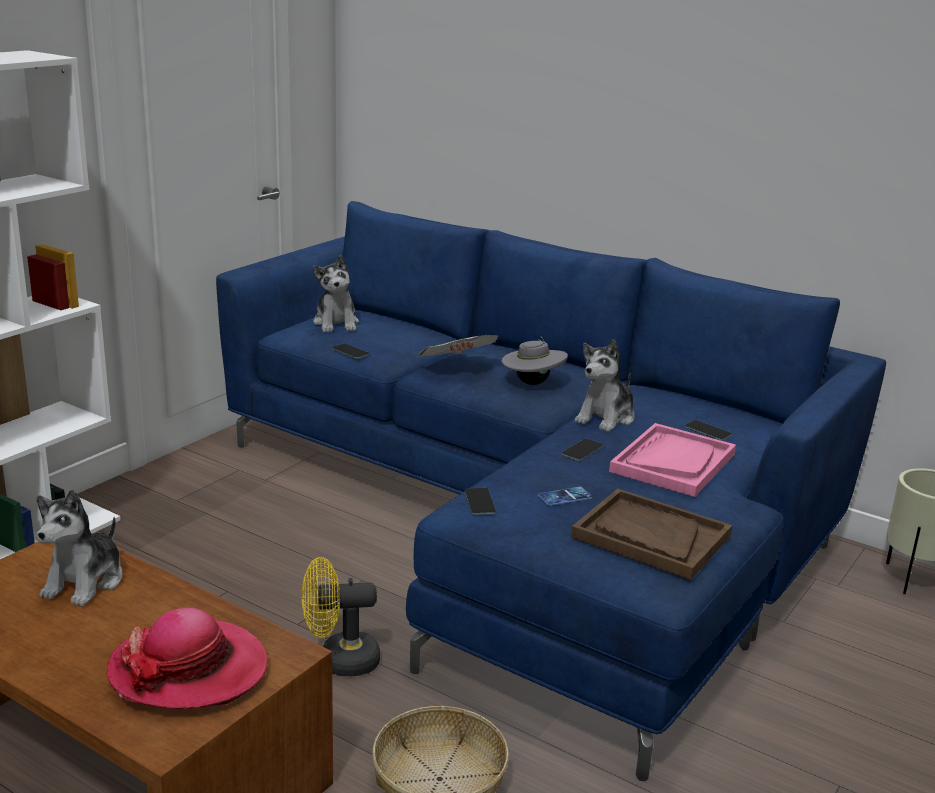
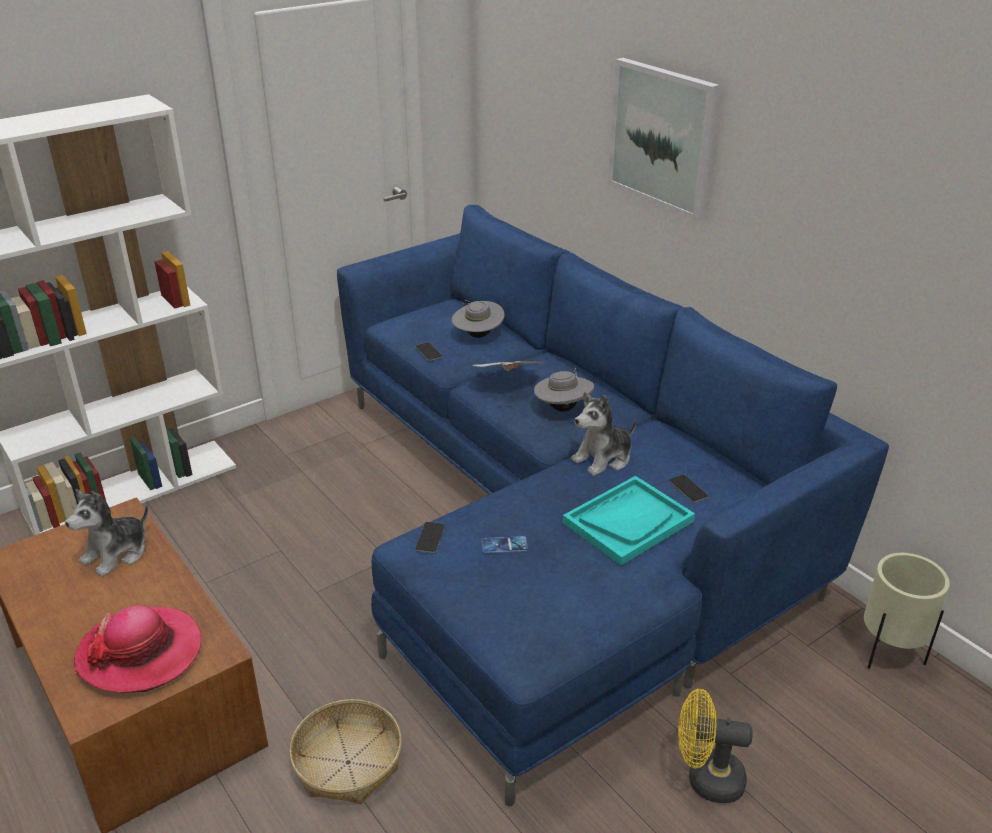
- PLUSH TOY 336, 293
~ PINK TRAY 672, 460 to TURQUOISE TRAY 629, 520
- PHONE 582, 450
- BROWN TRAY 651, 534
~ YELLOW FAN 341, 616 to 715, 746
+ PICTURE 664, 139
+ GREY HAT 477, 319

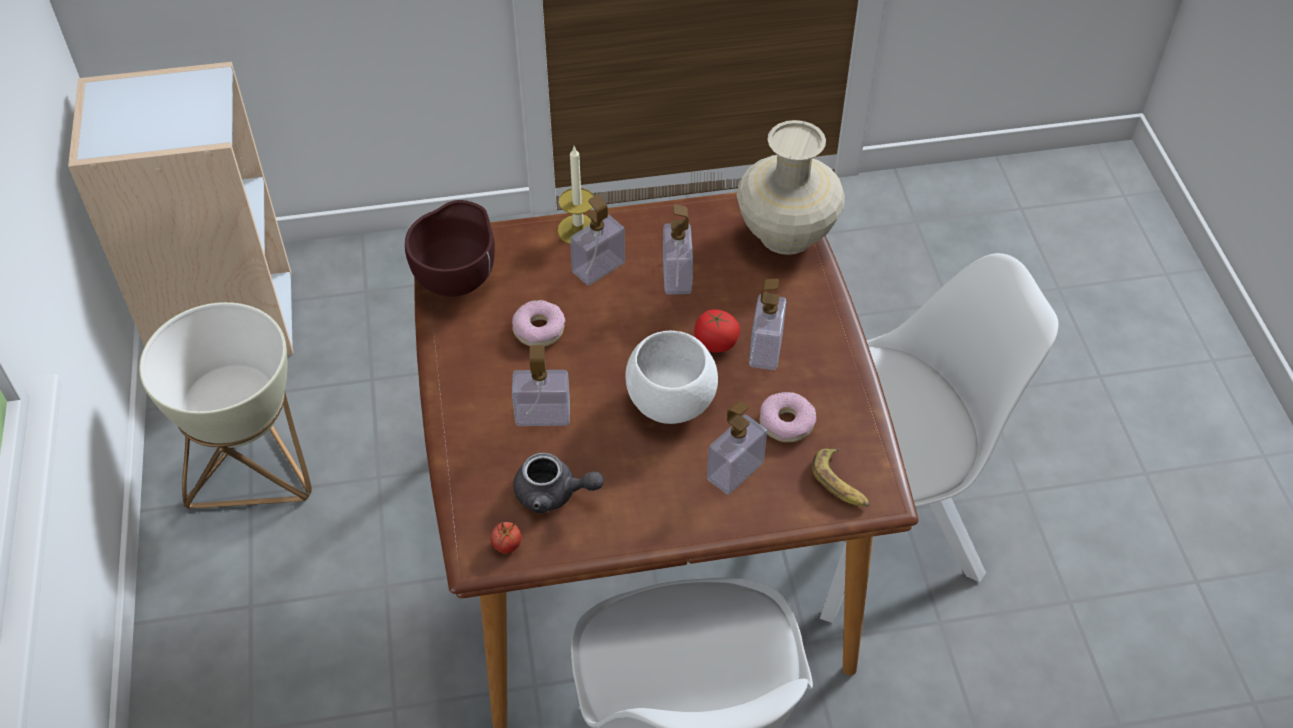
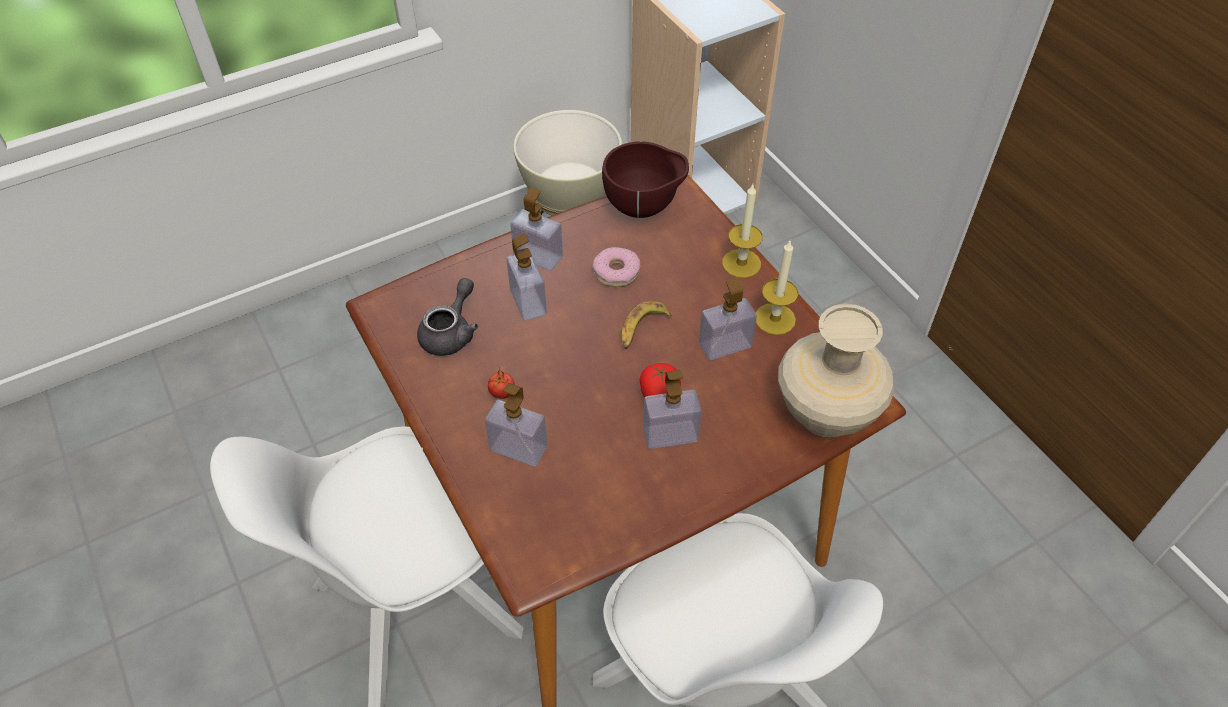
~ SOAP DISPENSER 597, 240 to 536, 229
- WHITE BOWL 672, 377
- DONUT 788, 417
~ BANANA 841, 477 to 646, 325
~ GREY TEAPOT 558, 483 = 448, 317 150 degrees counterclockwise
~ TOMATO 506, 537 to 501, 383
+ CANDLE 777, 288

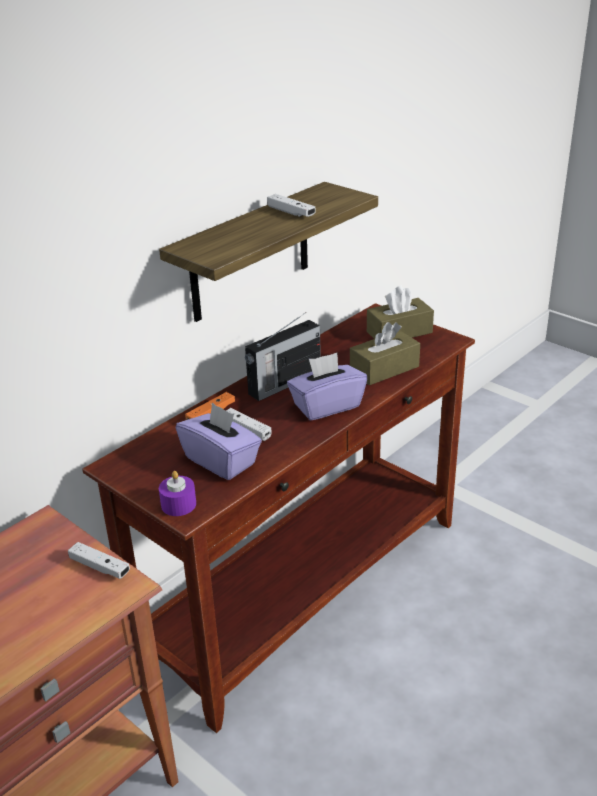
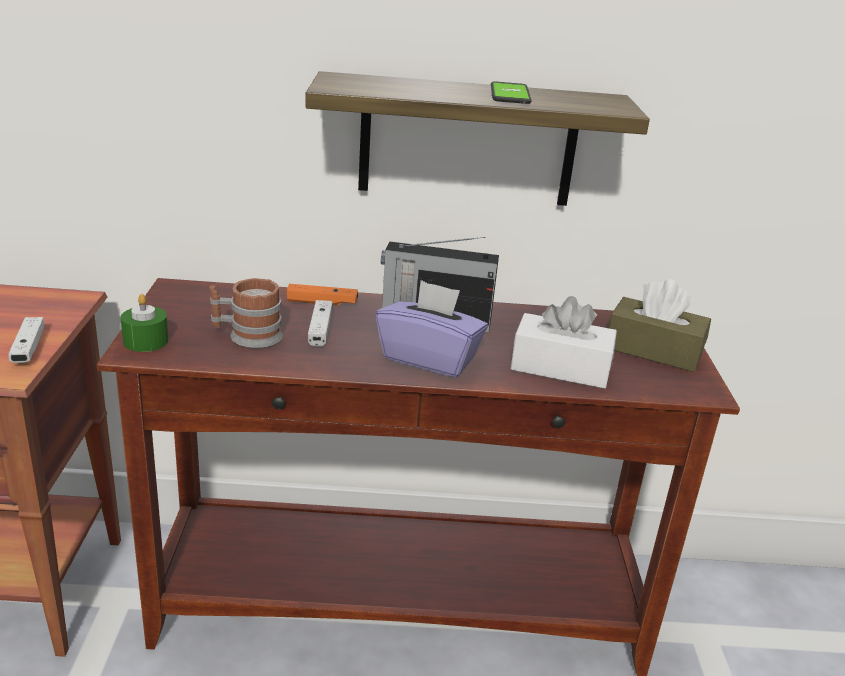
~ WHITE GAME CONTROLLER 291, 205 to PHONE 511, 92
~ BROWN TISSUE BOX 385, 353 to WHITE TISSUE BOX 564, 342
~ PURPLE TISSUE BOX 219, 441 to MUG 246, 313
~ PURPLE CANDLE 177, 493 to GREEN CANDLE 144, 323

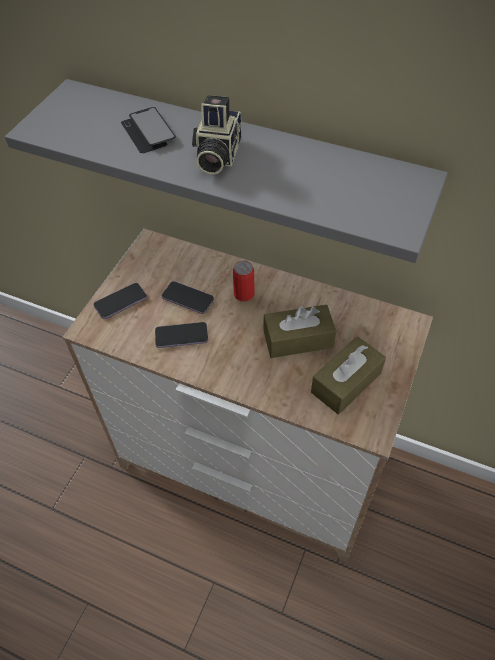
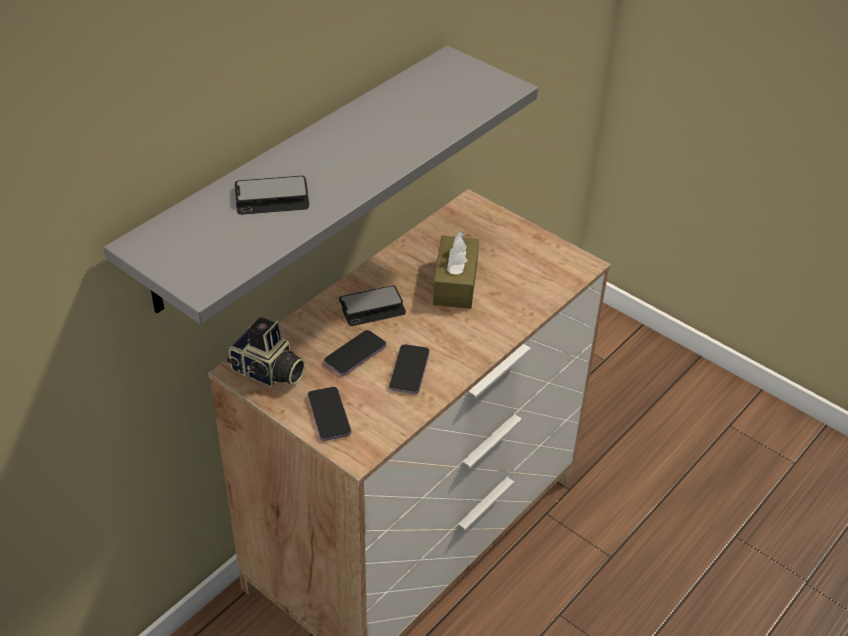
~ PHOTO CAMERA 216, 135 to 266, 352
~ CAN 243, 281 to PHONE 372, 305
- BROWN TISSUE BOX 348, 375

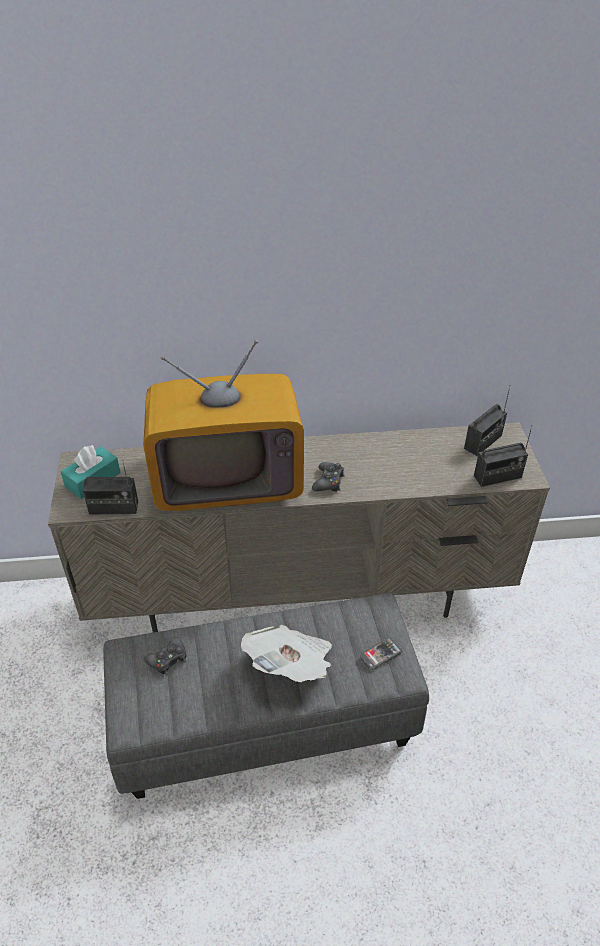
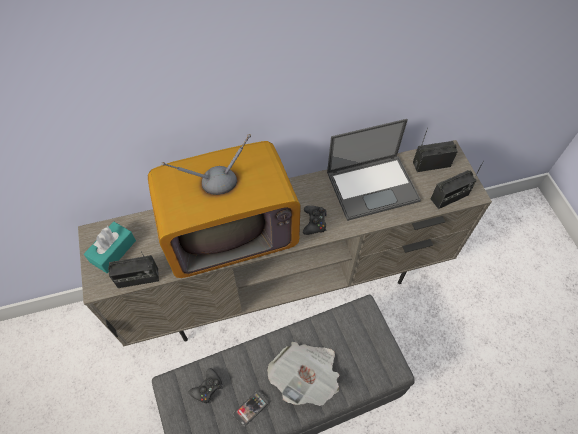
~ RADIO 487, 421 = 435, 150 135 degrees counterclockwise
~ PHONE 381, 653 to 250, 409
+ LAPTOP 374, 170

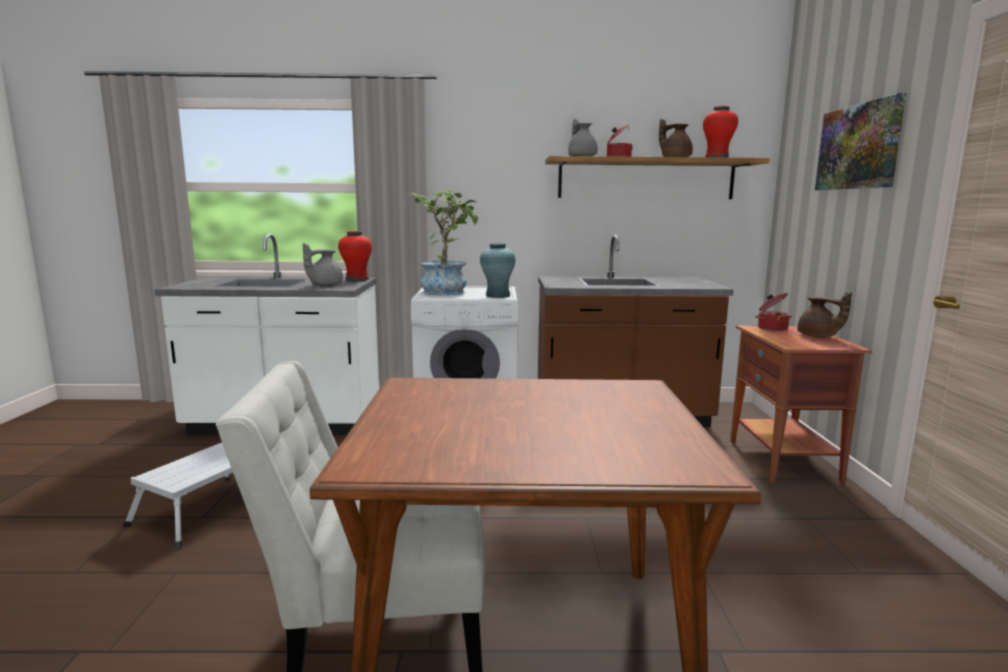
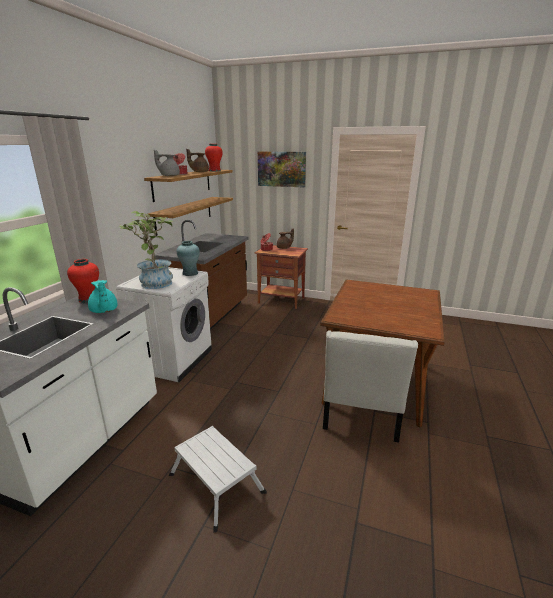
~ GREY TEAPOT 323, 264 to TURQUOISE TEAPOT 102, 296
+ SHELF 190, 216

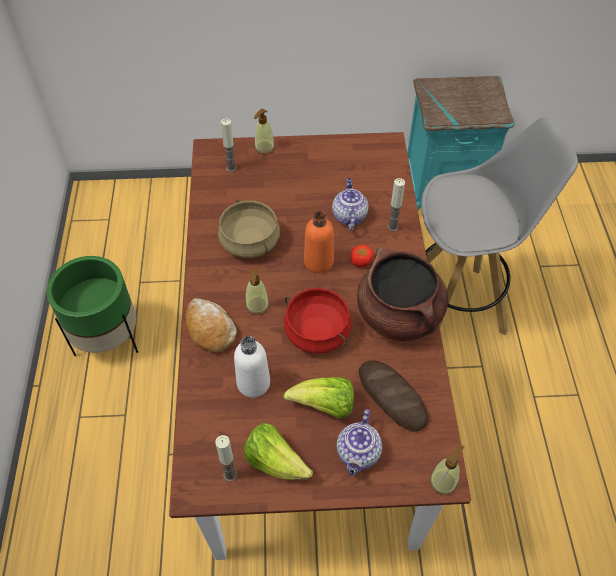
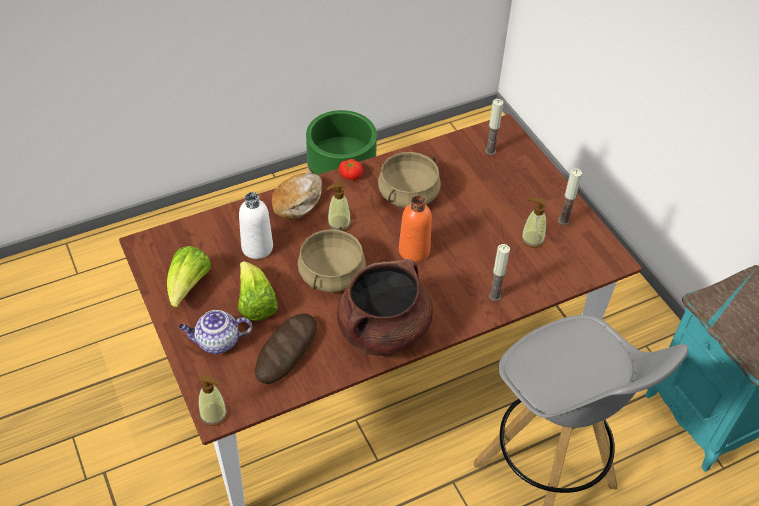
~ SOAP DISPENSER 264, 131 to 534, 223
- TEAPOT 350, 204
~ TOMATO 362, 256 to 351, 169
~ RED COOKING POT 318, 321 to BEIGE COOKING POT 332, 259
~ CANDLE 226, 458 to 570, 196

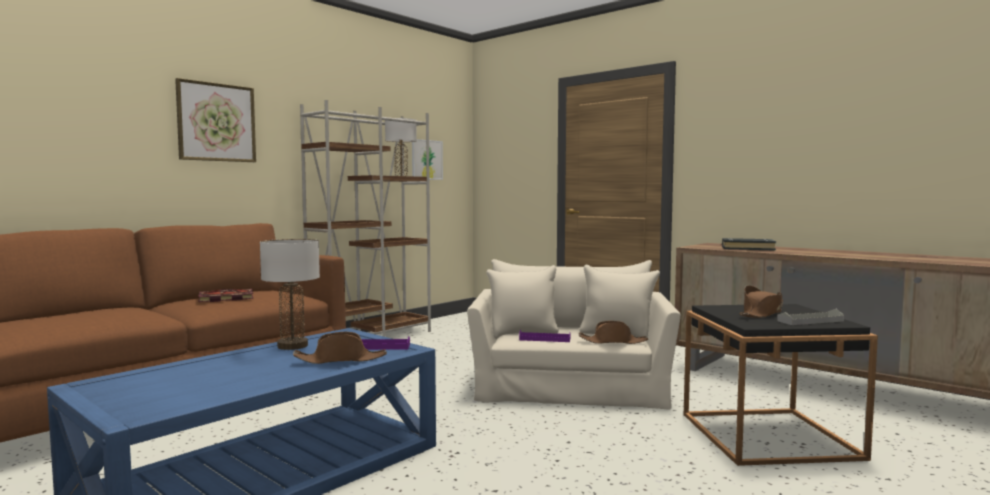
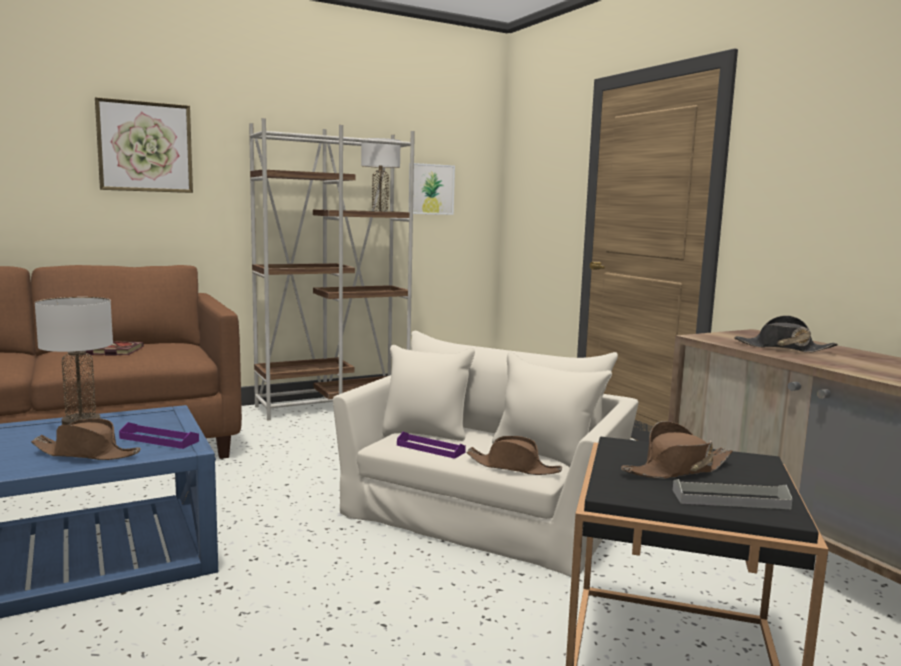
~ BLACK BOOK 749, 244 to BLACK HAT 786, 334

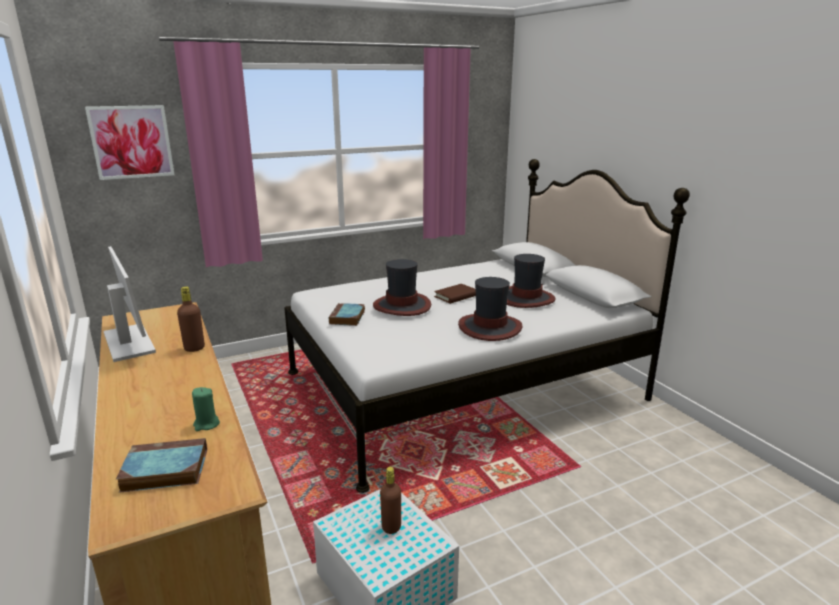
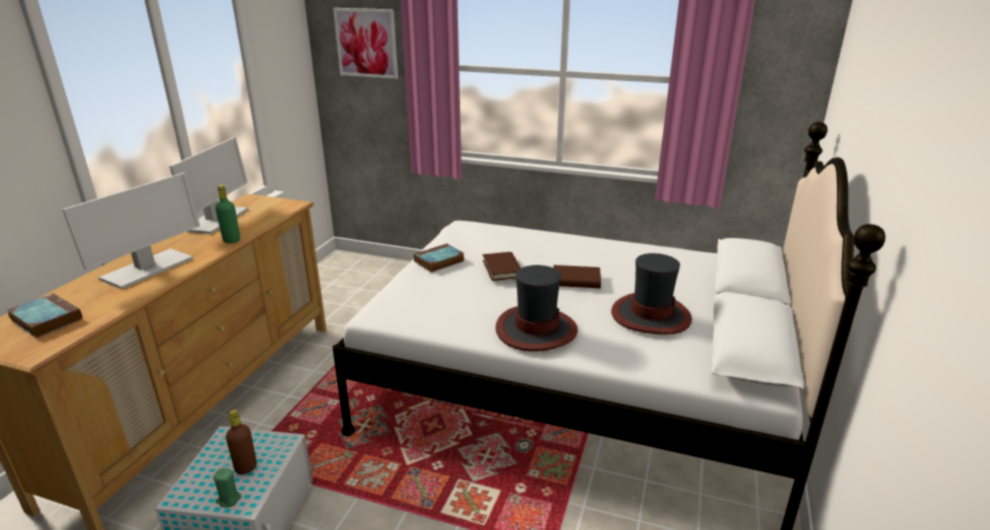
~ HAT 402, 287 to BROWN BOOK 502, 266
~ BROWN BOTTLE 191, 319 to GREEN BOTTLE 227, 214
~ GREEN CANDLE 206, 409 to 227, 488
+ MONITOR 131, 231

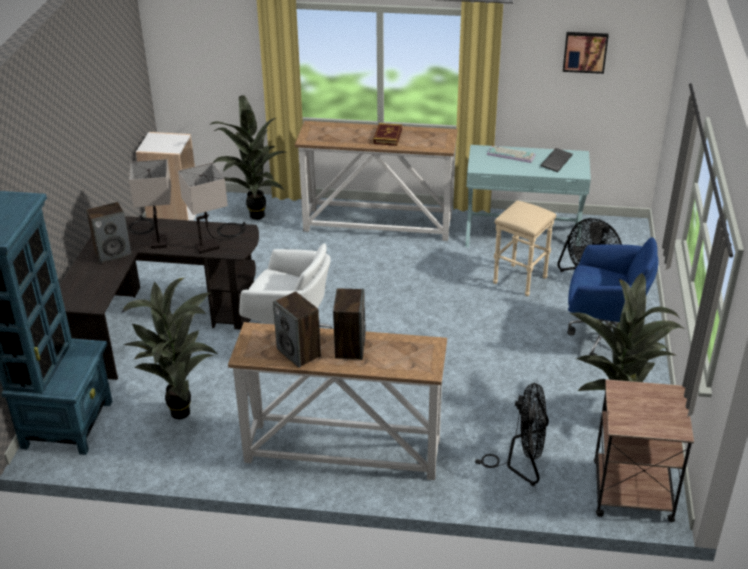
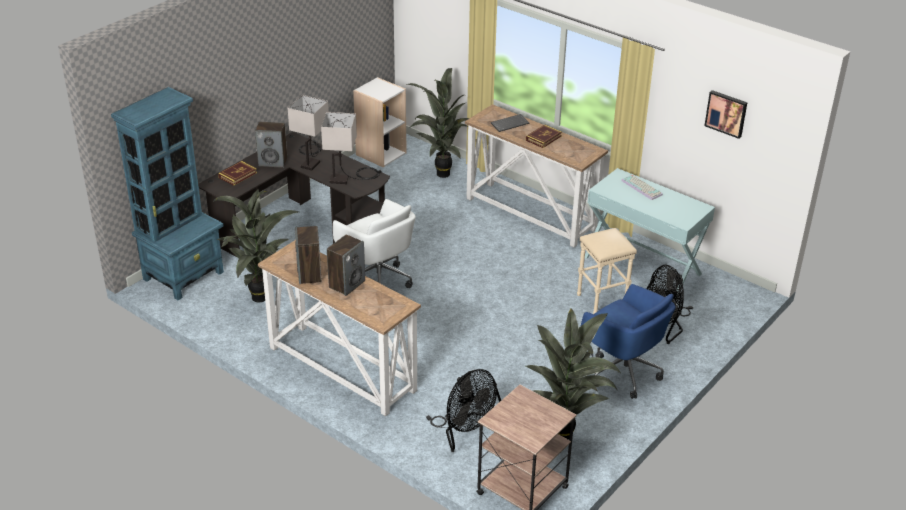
~ KEYBOARD 556, 160 to 510, 123
+ BOOK 237, 173

